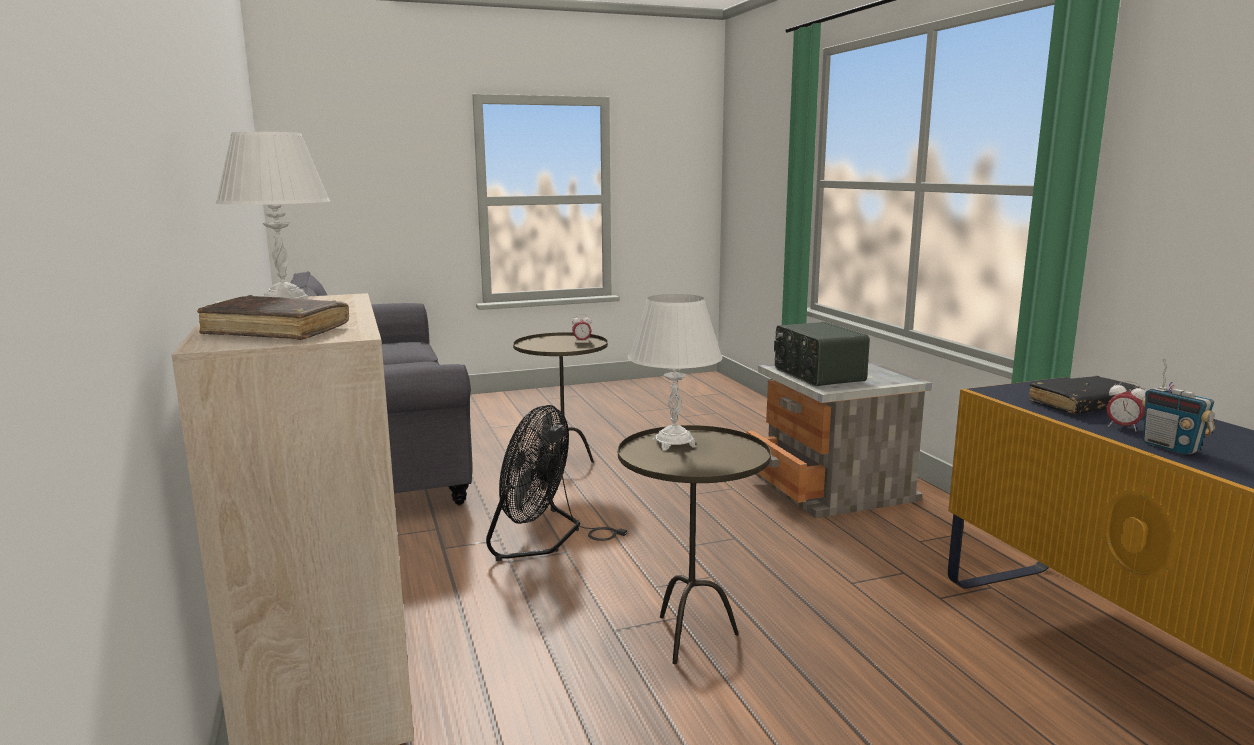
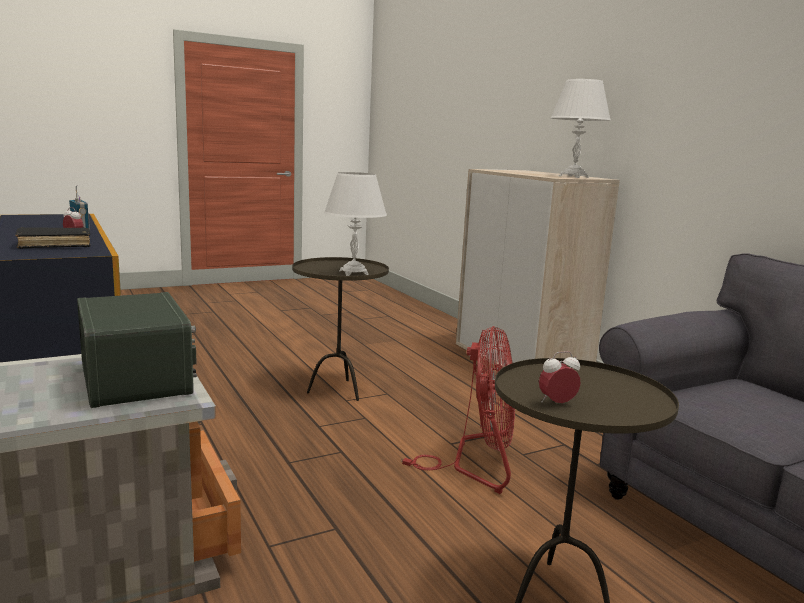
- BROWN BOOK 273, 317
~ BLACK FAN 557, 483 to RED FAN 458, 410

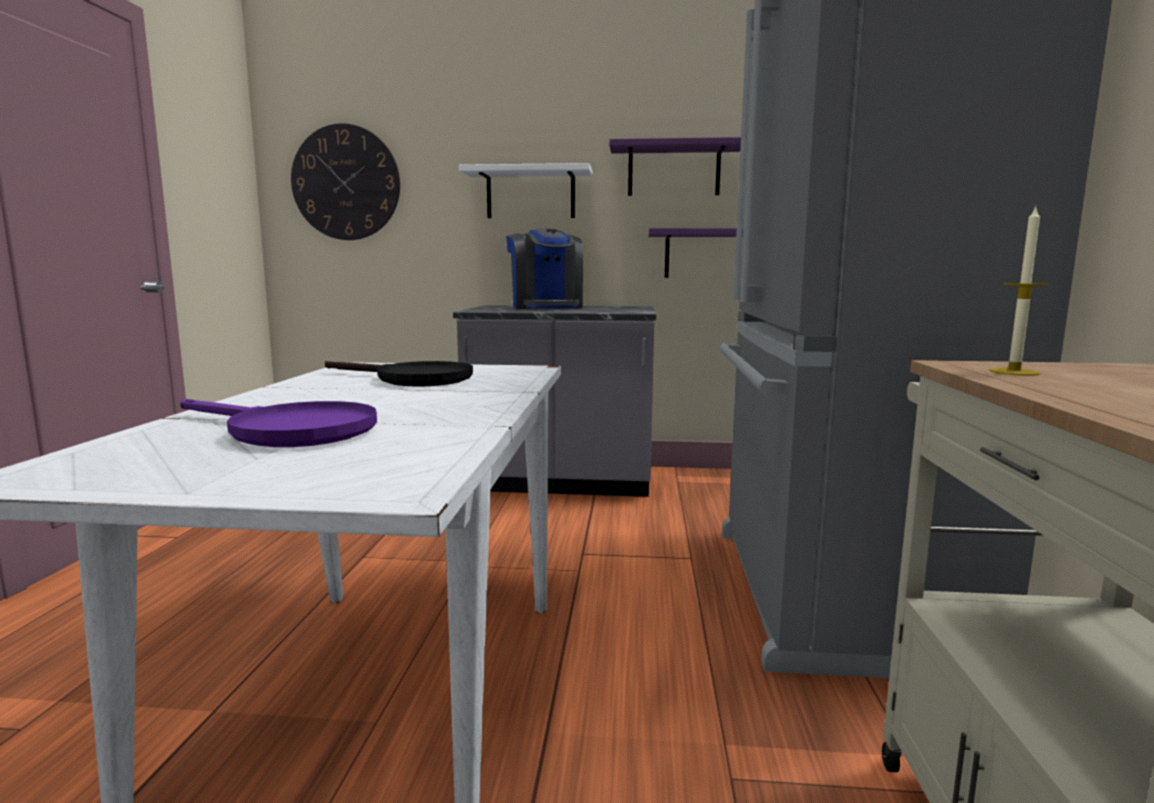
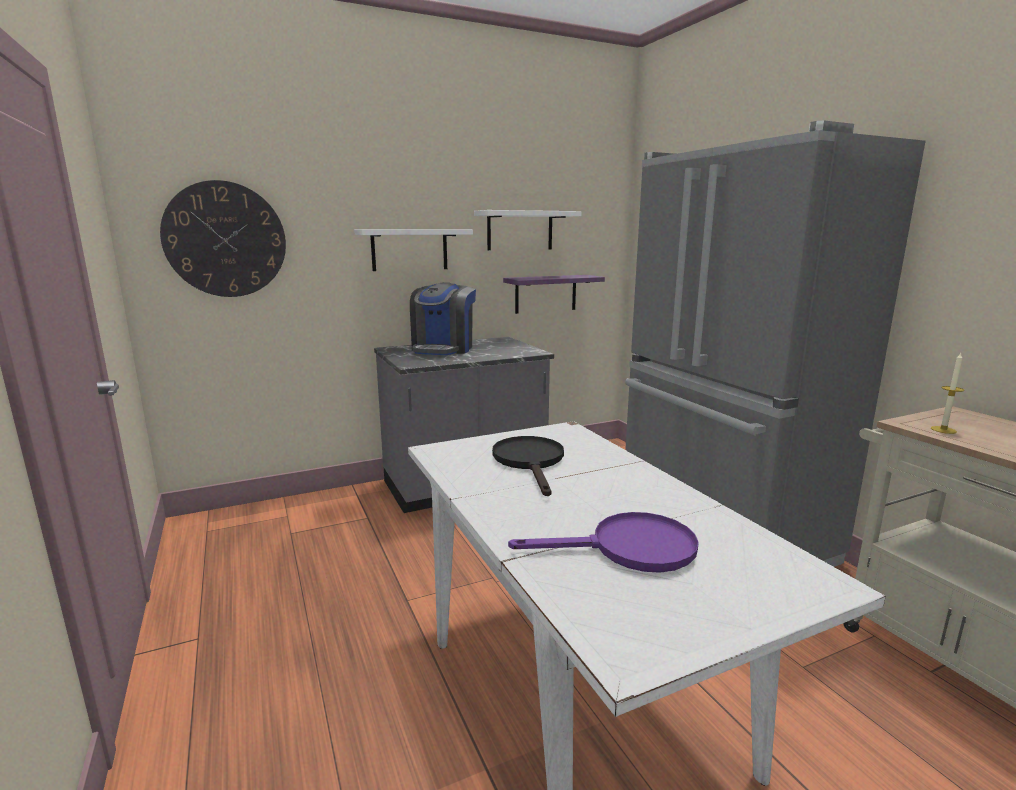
~ PURPLE SHELF 675, 166 to WHITE SHELF 528, 230
~ COFFEE MACHINE 544, 268 = 443, 318 60 degrees clockwise
~ BLACK FRYING PAN 399, 373 = 528, 466 90 degrees counterclockwise

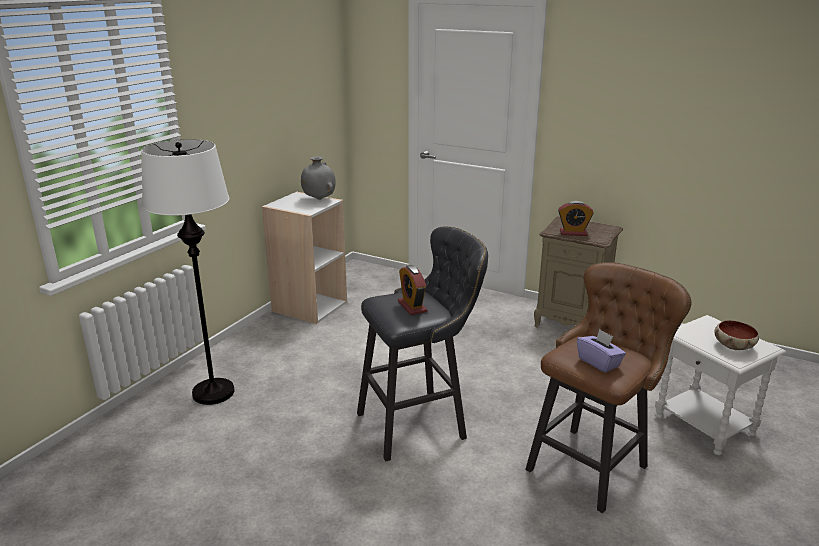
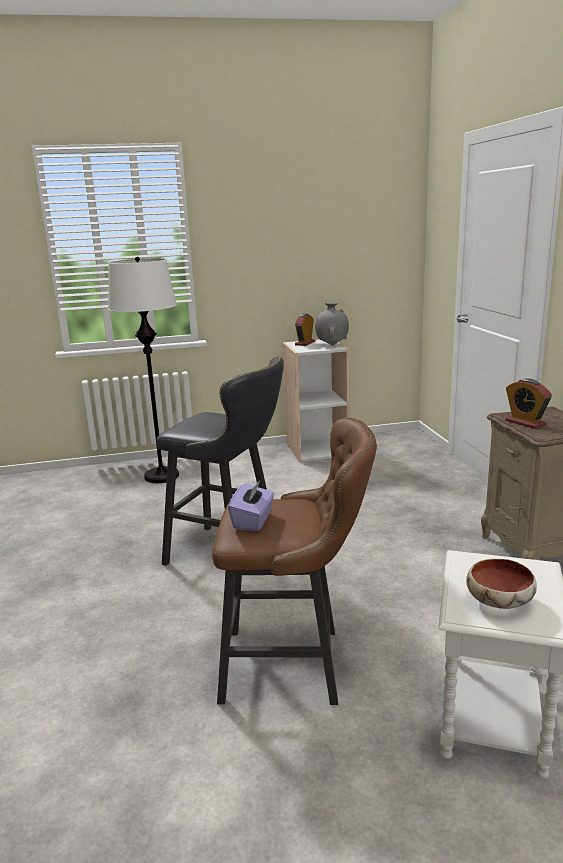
~ ALARM CLOCK 413, 290 to 305, 330

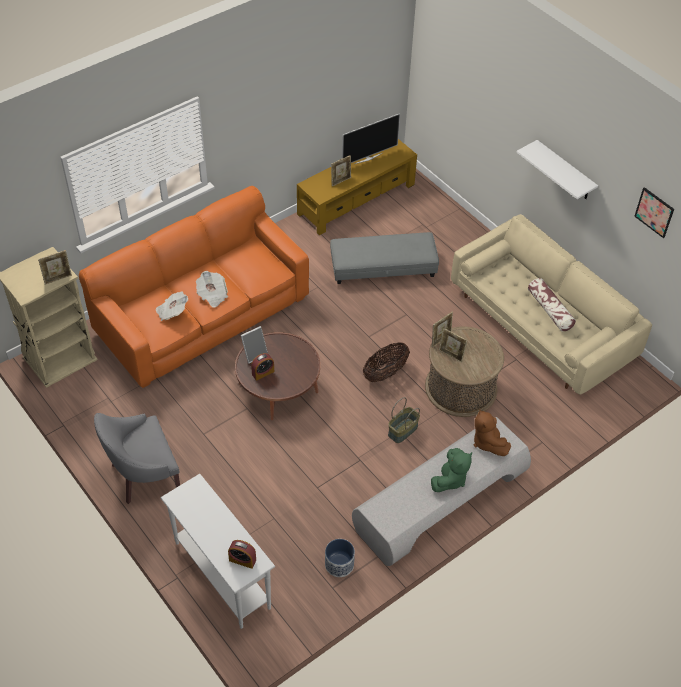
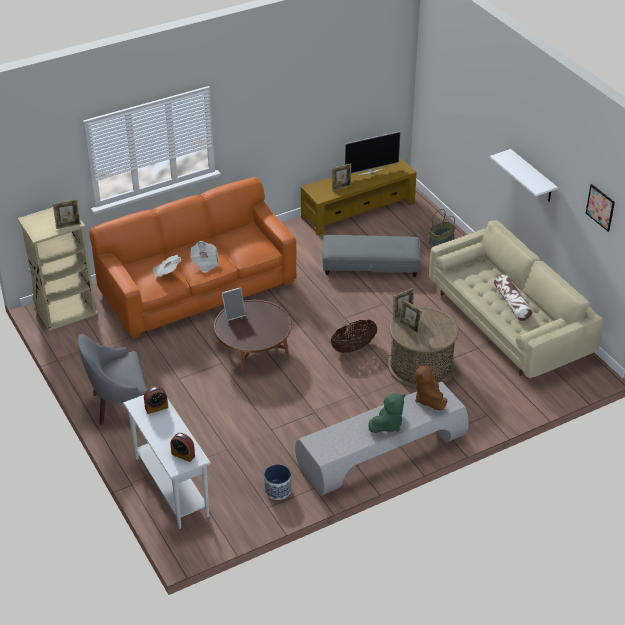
~ ALARM CLOCK 262, 367 to 156, 400
~ BASKET 404, 420 to 442, 228

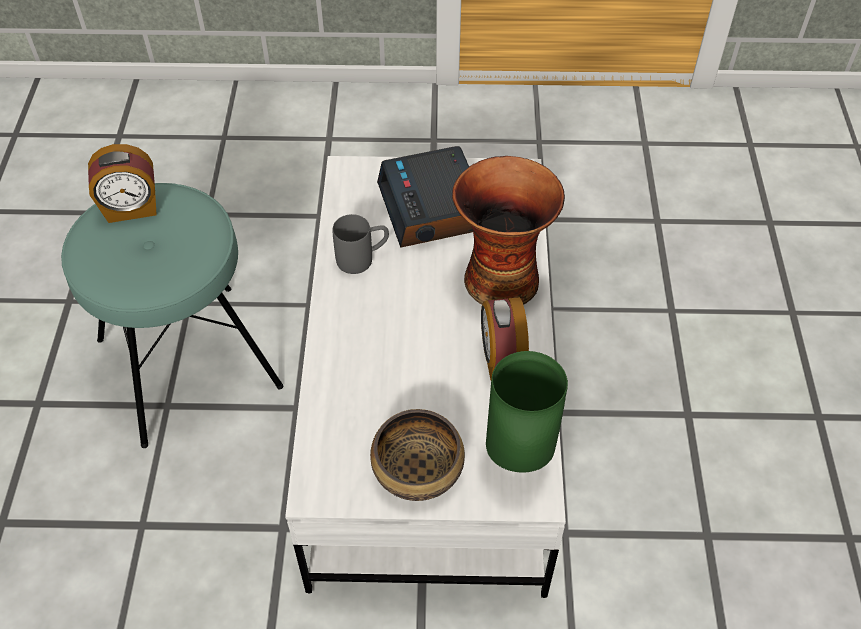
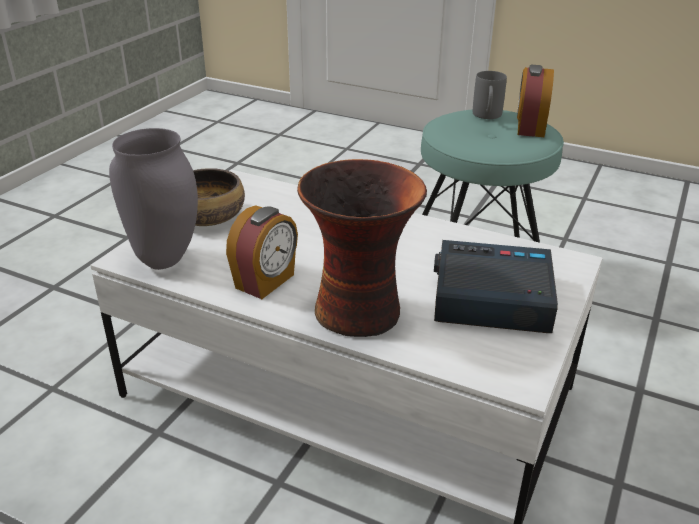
~ GREY MUG 361, 244 to 490, 95
~ ALARM CLOCK 505, 338 = 262, 252 105 degrees clockwise
~ GREEN VASE 527, 412 to GREY VASE 153, 199

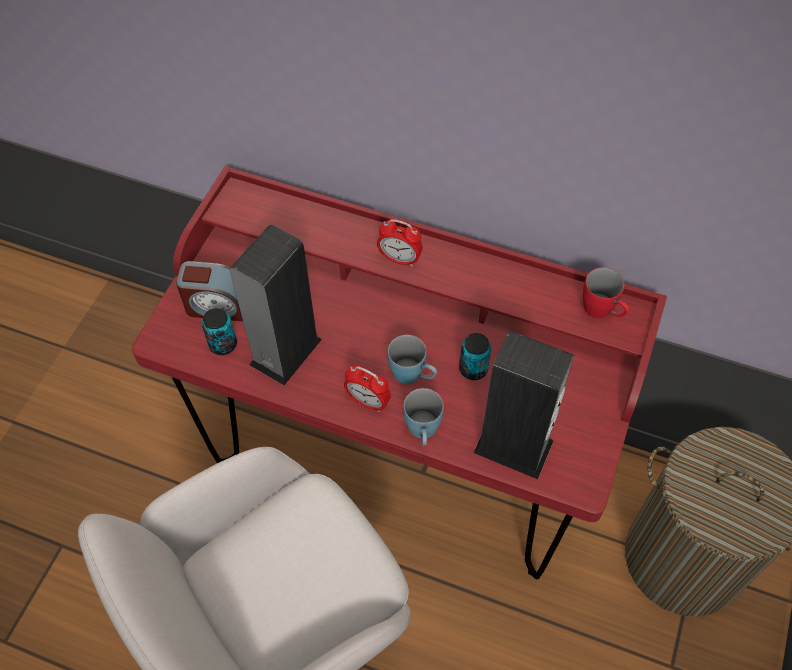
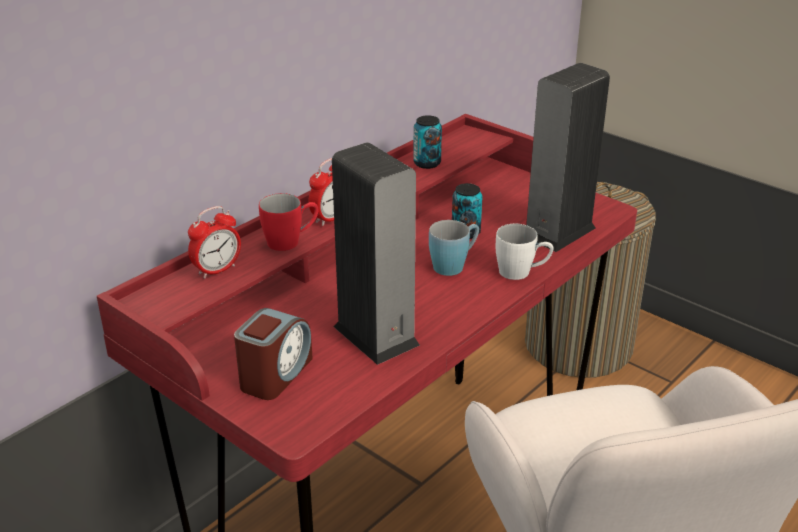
~ RED MUG 606, 292 to 288, 222
~ CAN 219, 331 to 427, 142
~ ALARM CLOCK 367, 388 to 214, 242
~ BLUE MUG 423, 417 to WHITE MUG 524, 252

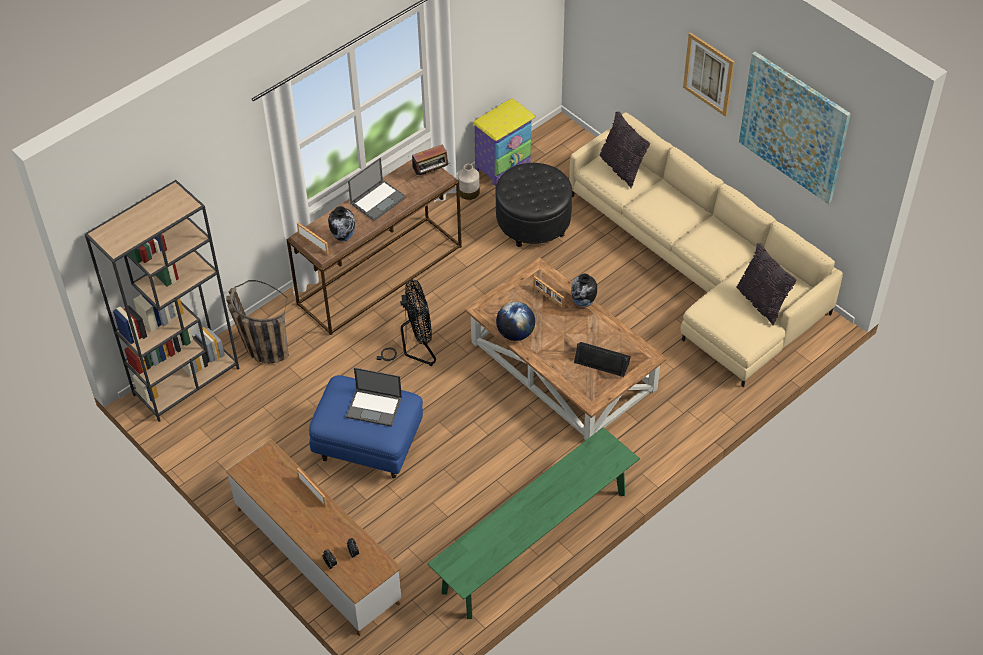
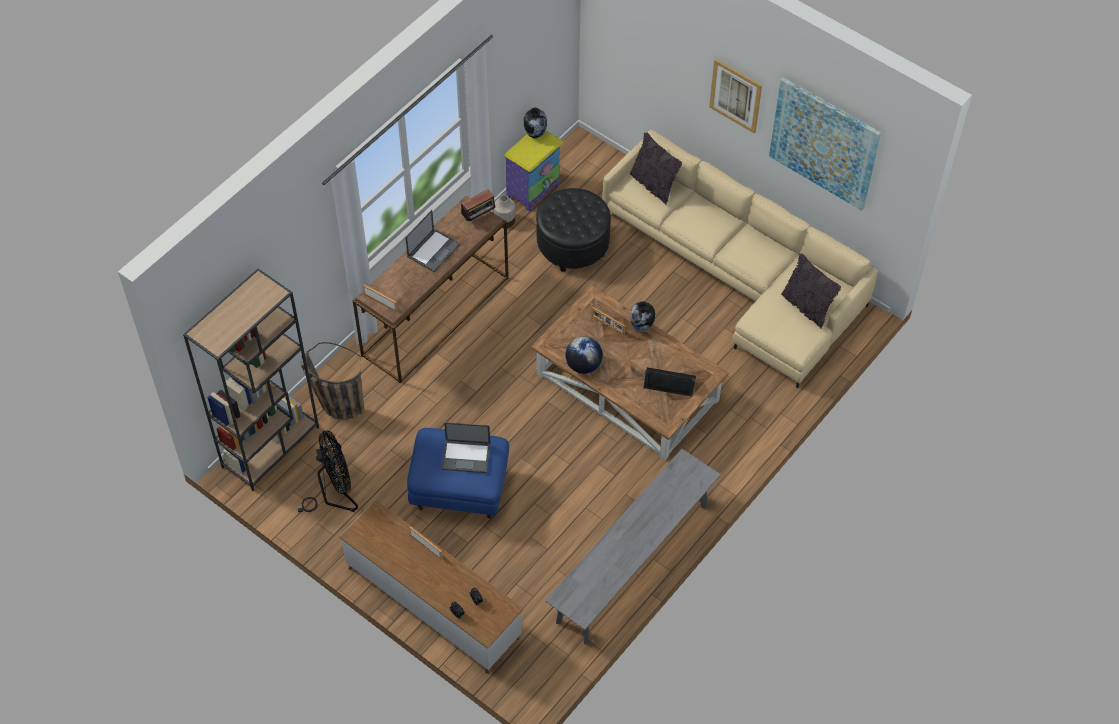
~ VASE 341, 223 to 535, 123
~ BLACK FAN 405, 322 to 327, 471
~ GREEN BENCH 533, 523 to GREY BENCH 633, 547

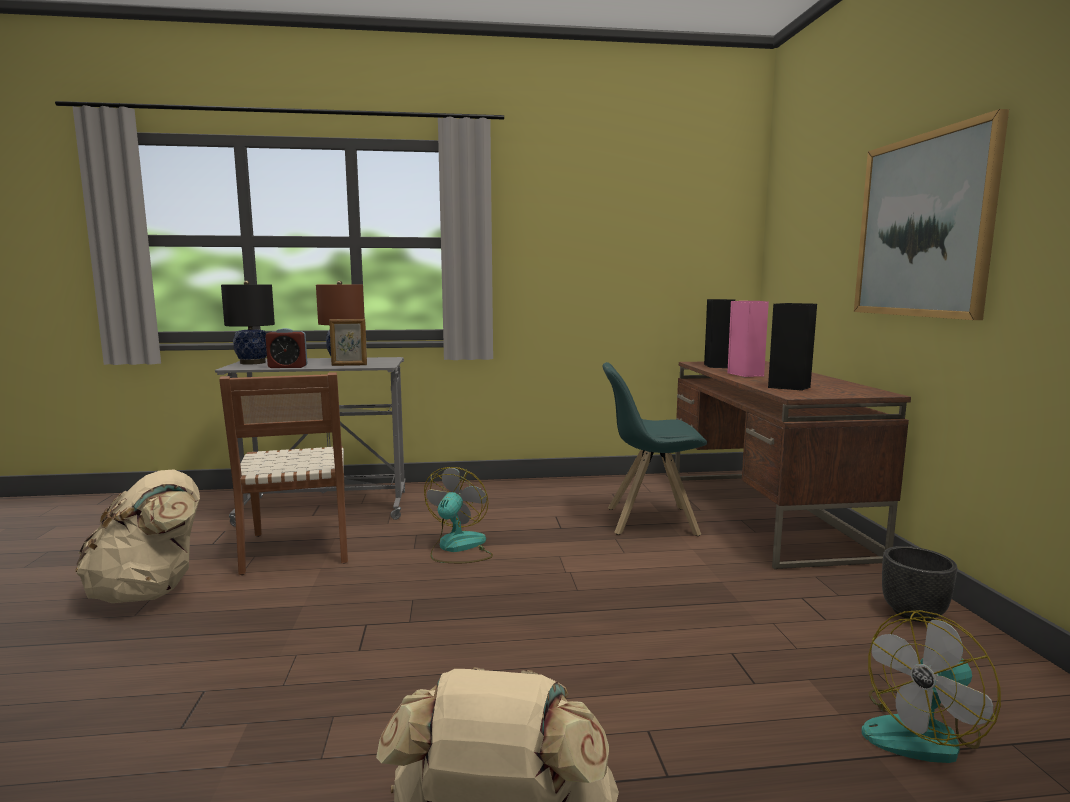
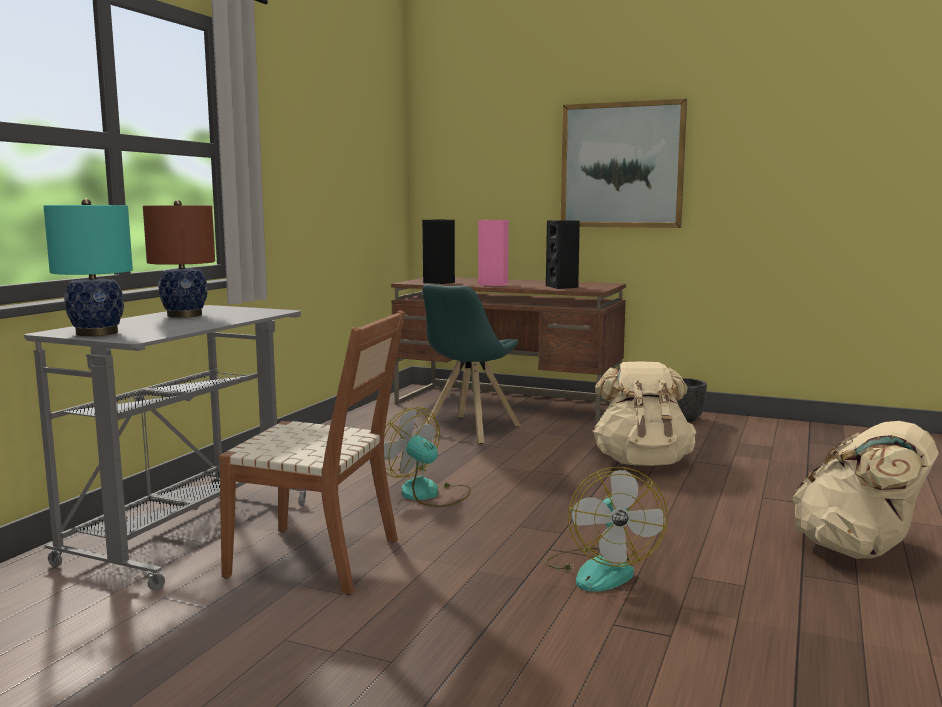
~ BLACK TABLE LAMP 248, 322 to TURQUOISE TABLE LAMP 88, 267
- PICTURE FRAME 348, 342
- ALARM CLOCK 286, 348
~ BEIGE BACKPACK 137, 536 to 644, 413
~ FAN 931, 686 to 606, 529

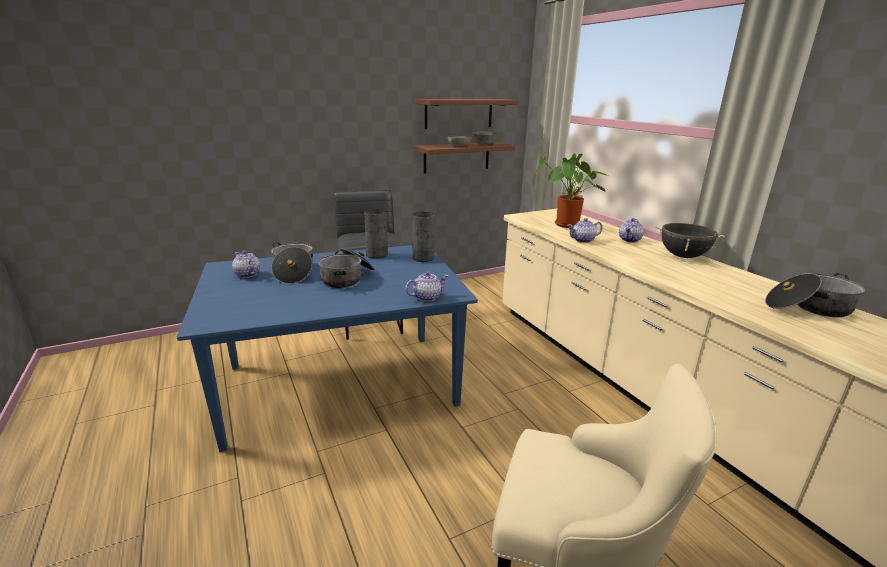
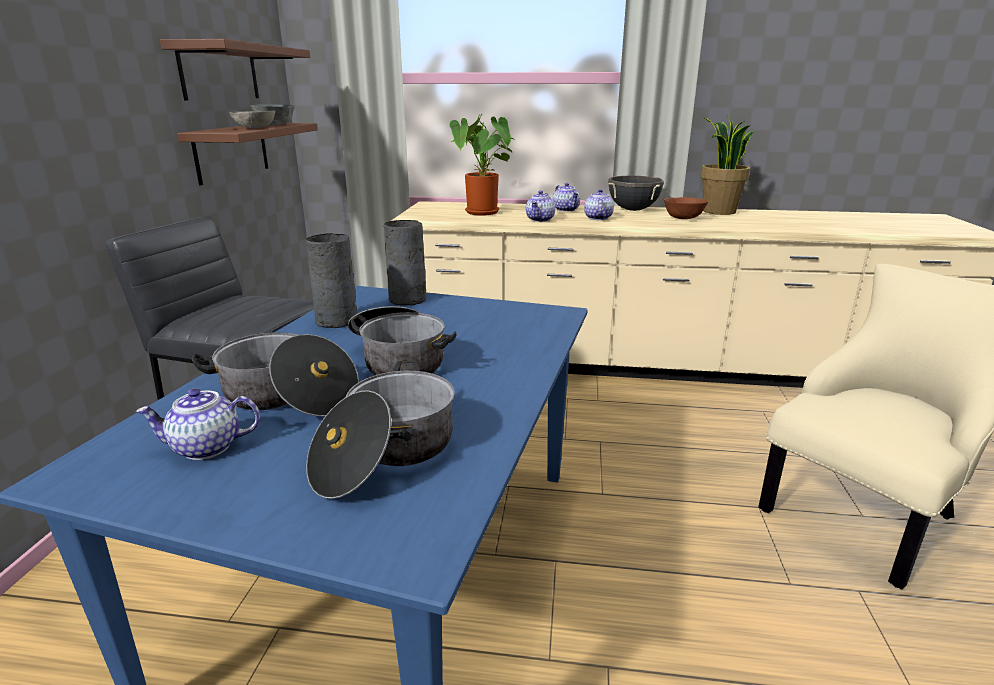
~ TEAPOT 427, 286 to 599, 204
~ COOKING POT 815, 295 to 380, 430
+ POTTED PLANT 727, 165
+ BROWN BOWL 686, 208

